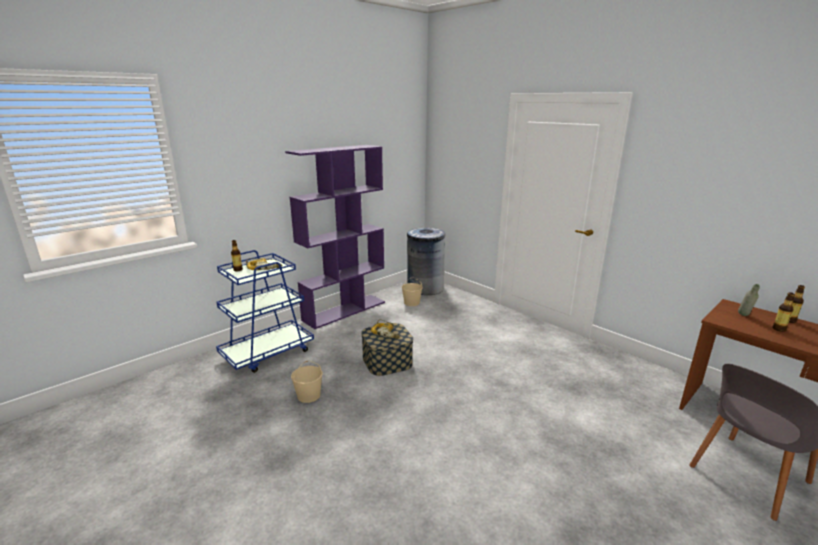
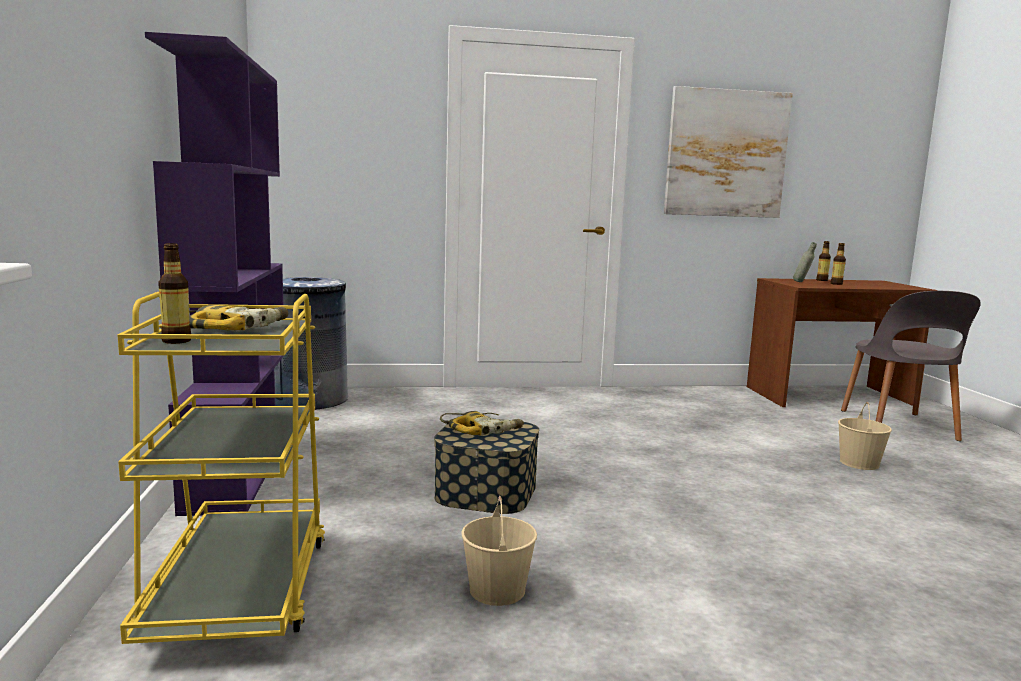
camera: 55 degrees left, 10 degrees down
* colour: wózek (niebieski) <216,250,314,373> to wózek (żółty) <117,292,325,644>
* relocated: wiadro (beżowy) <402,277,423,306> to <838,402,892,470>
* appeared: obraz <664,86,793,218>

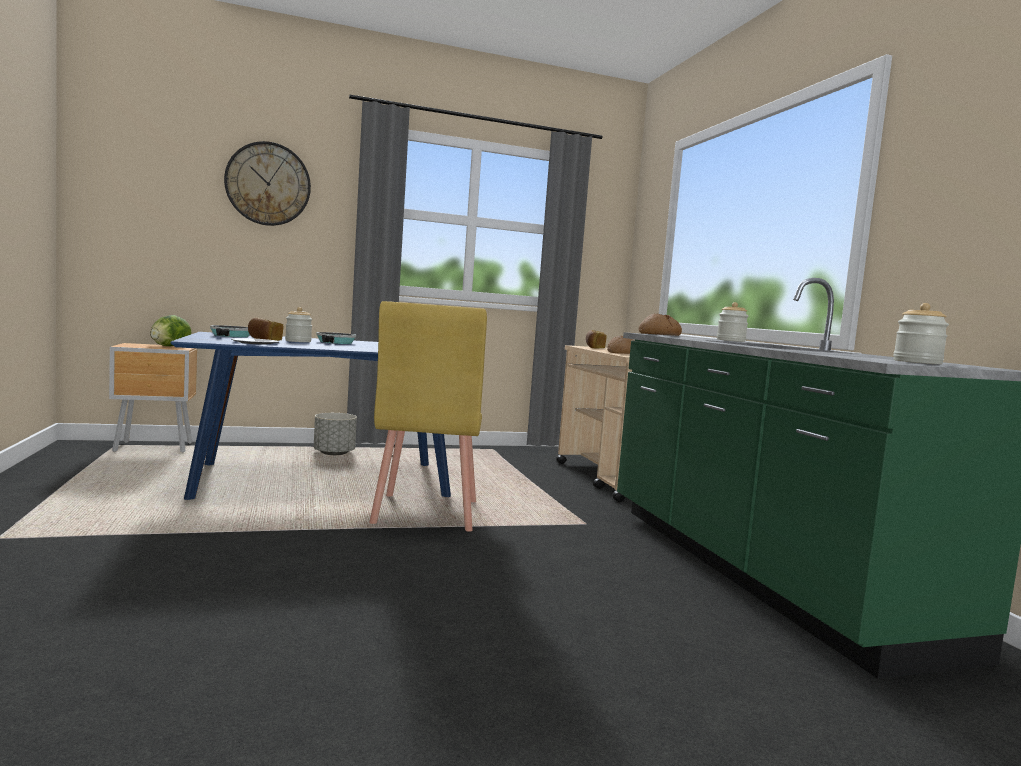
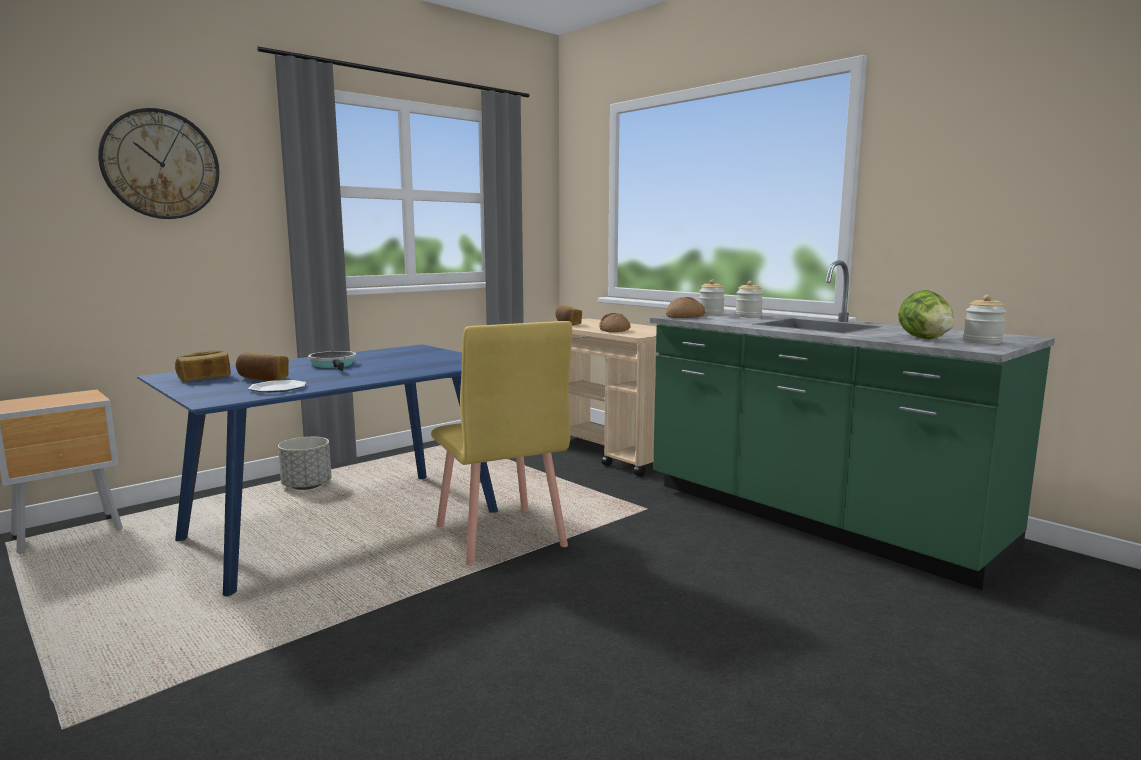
camera: 25 degrees left, 5 degrees up
* relocated: sałata <150,315,191,346> to <898,290,954,339>
* exchanged: patelnia <210,325,250,337> to chleb <175,350,231,381>
* relocated: słoik <285,307,313,342> to <699,280,725,315>

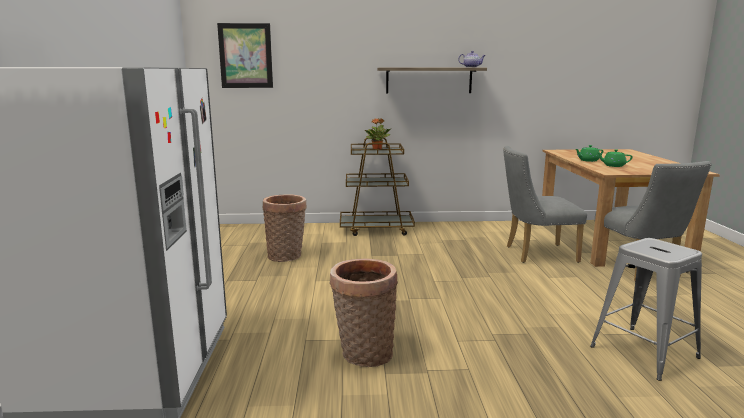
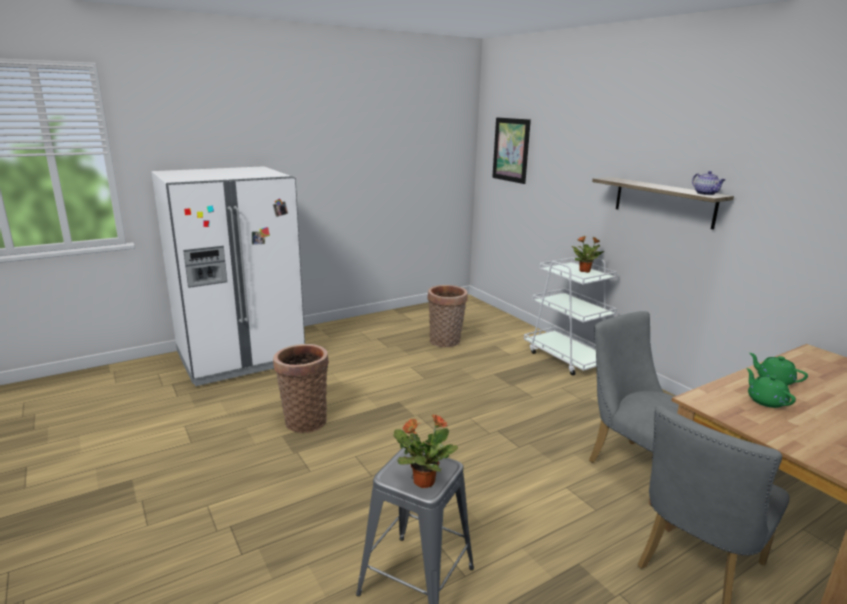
camera: 60 degrees right, 5 degrees up
* colour: wózek (brązowy) <340,138,415,236> to wózek (biały) <524,257,617,376>
* appeared: roślina doniczkowa <394,413,459,488>

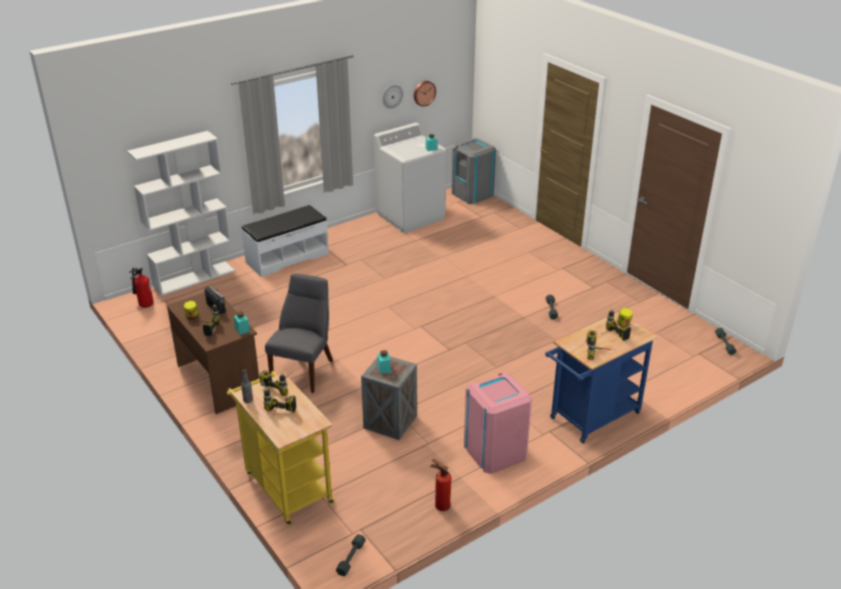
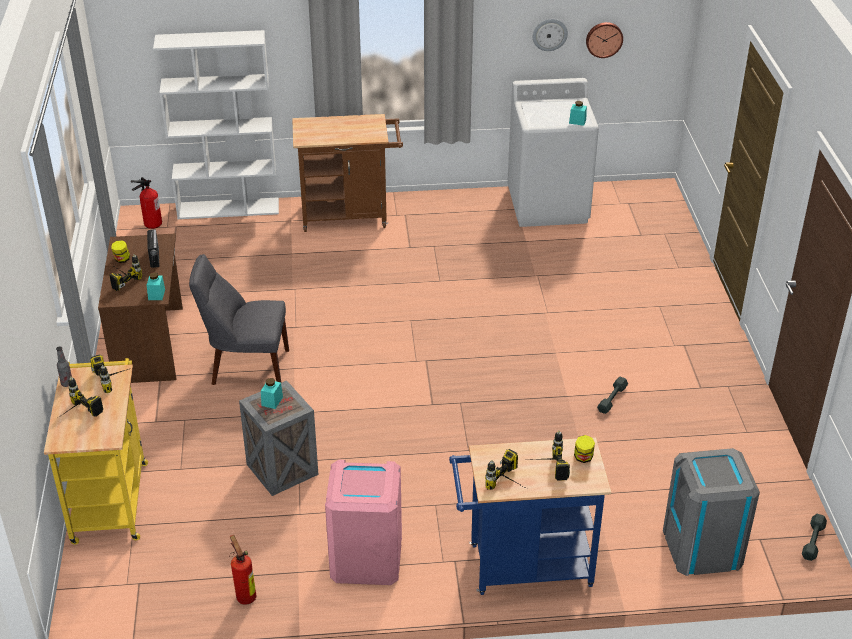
camera: 30 degrees right, 5 degrees up
* exchanged: ławka (biały) <241,205,329,277> to wózek (brązowy) <292,114,403,232>
* spun: krzesło (szary) <265,274,333,393> = <189,254,289,385> 135 degrees counterclockwise
* missing: hantel (szary) <336,534,366,576>
* relocated: kosz na śmieci (szary) <452,138,496,204> to <663,448,760,576>

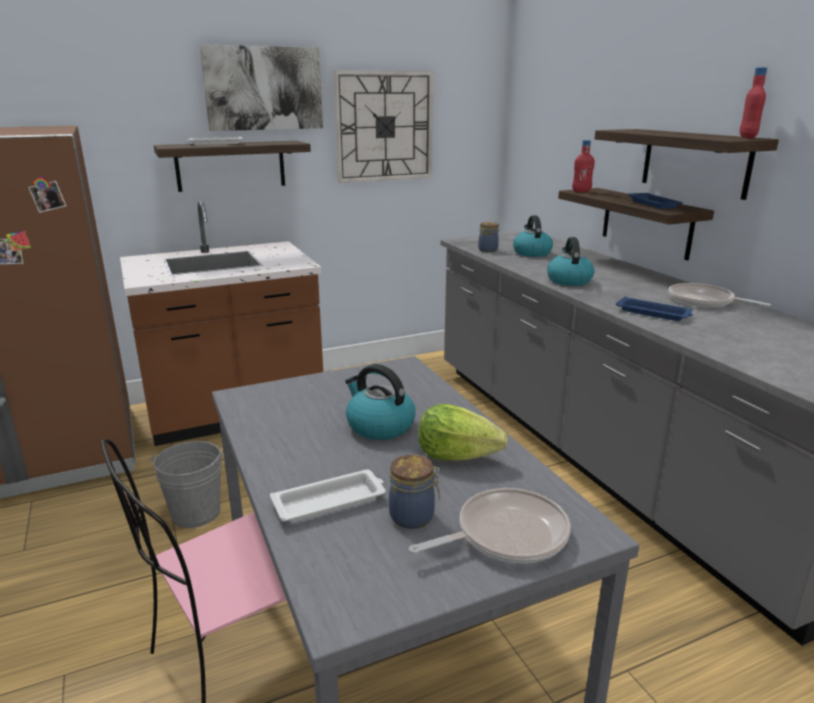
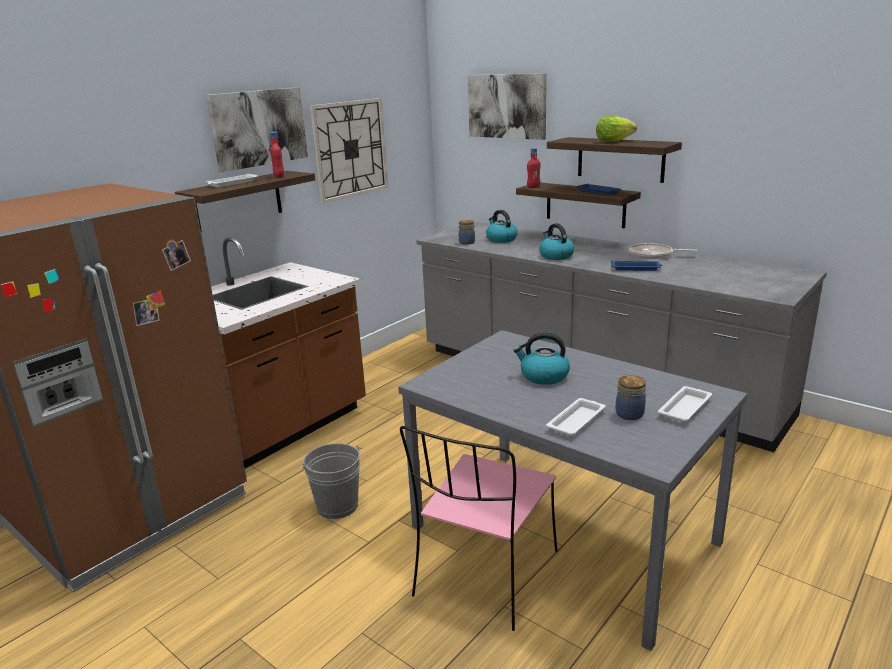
camera: 25 degrees left, 0 degrees up
* exchanged: patelnia <409,488,571,563> to taca (biały) <657,386,712,422>
* relocated: sałata <418,404,508,461> to <596,116,637,142>
* relocated: butelka (czerwony) <739,67,767,138> to <270,132,284,178>
* appeared: obraz <468,73,547,140>

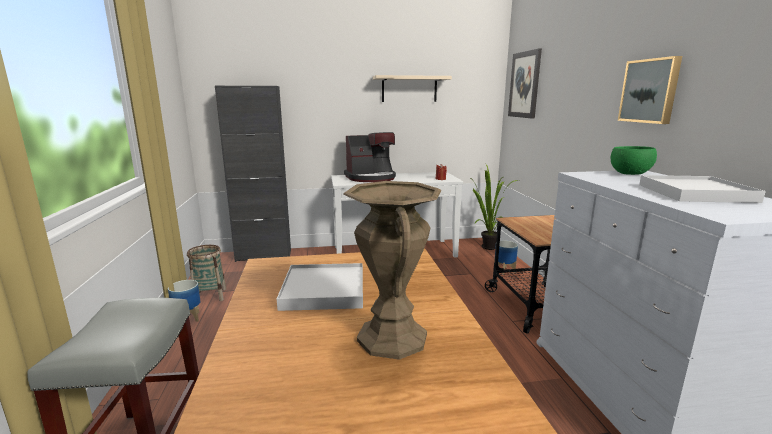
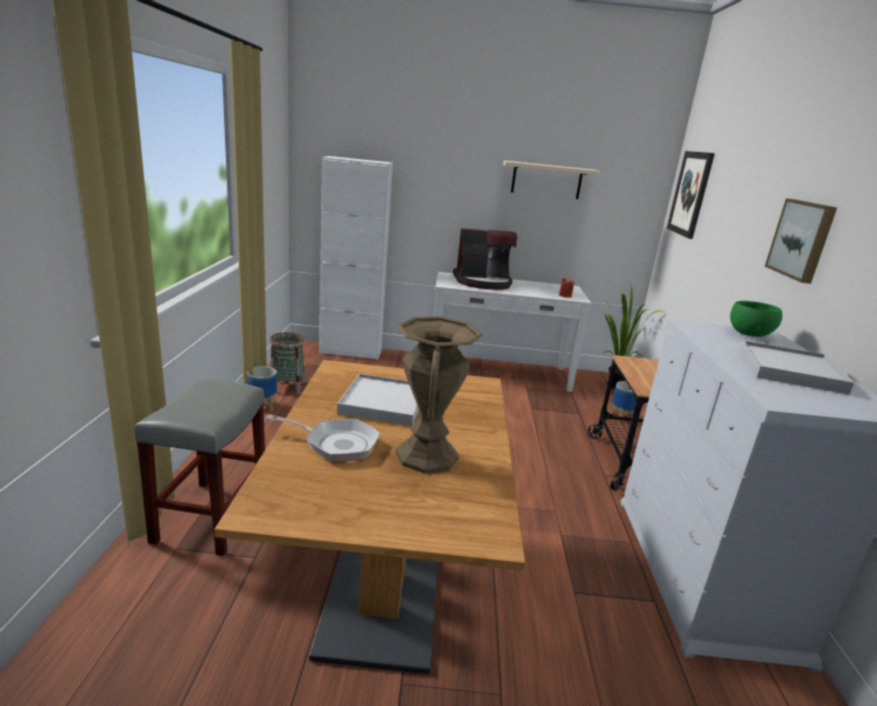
camera: 10 degrees right, 5 degrees up
* colour: szafka (czarny) <215,86,291,262> to szafka (biały) <319,156,393,360>
* appeared: patelnia <266,414,380,462>

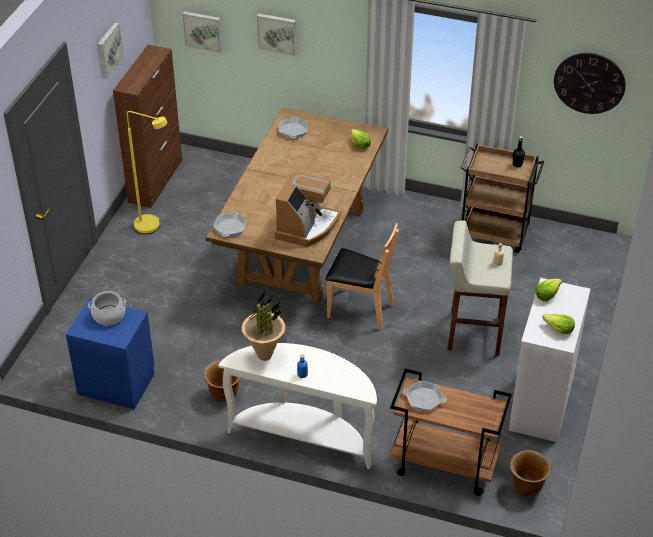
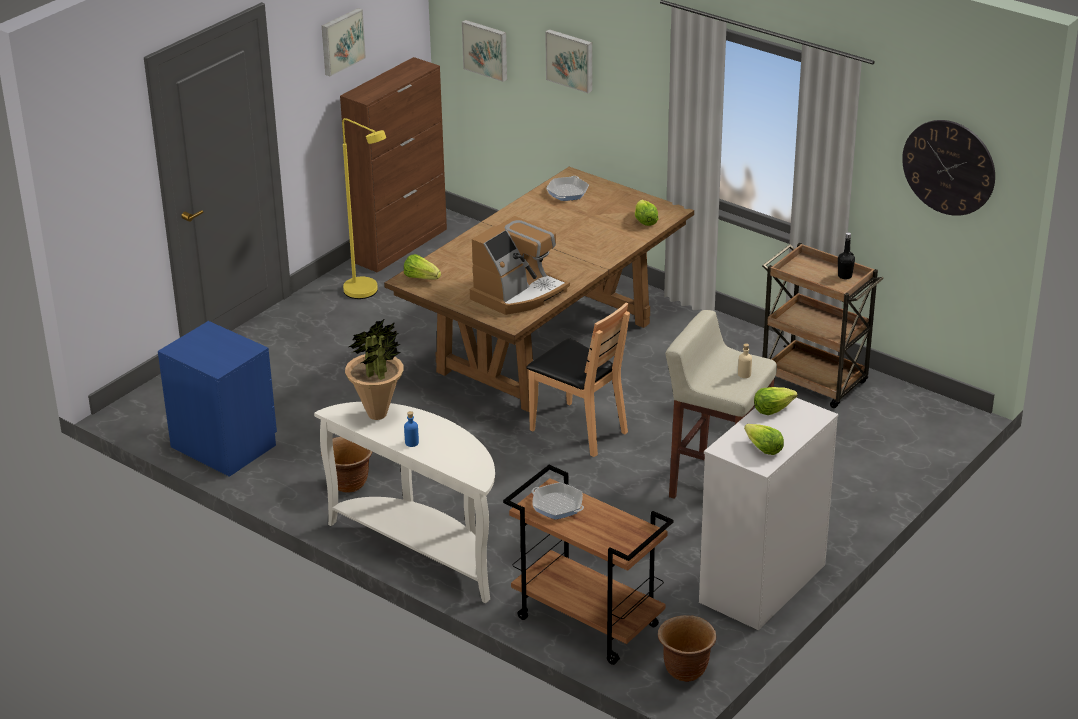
camera: 20 degrees right, 10 degrees down
* missing: garnek <88,291,126,325>
* exchanged: patelnia <213,212,247,237> to sałata <404,254,441,280>

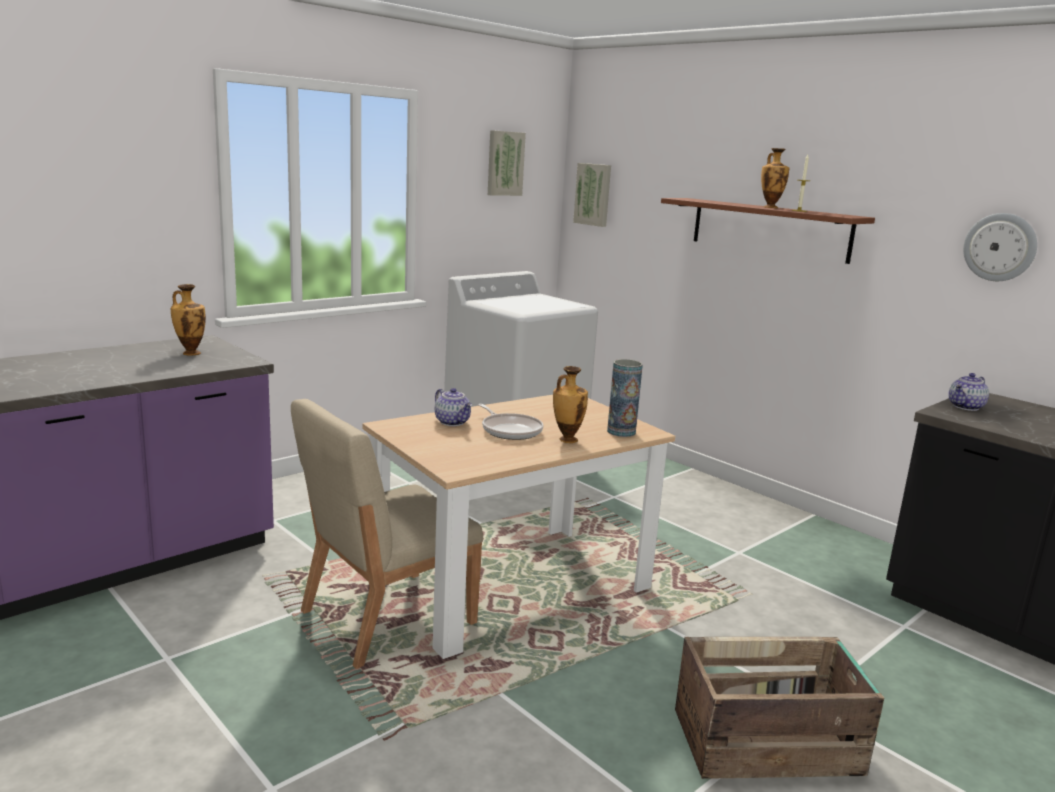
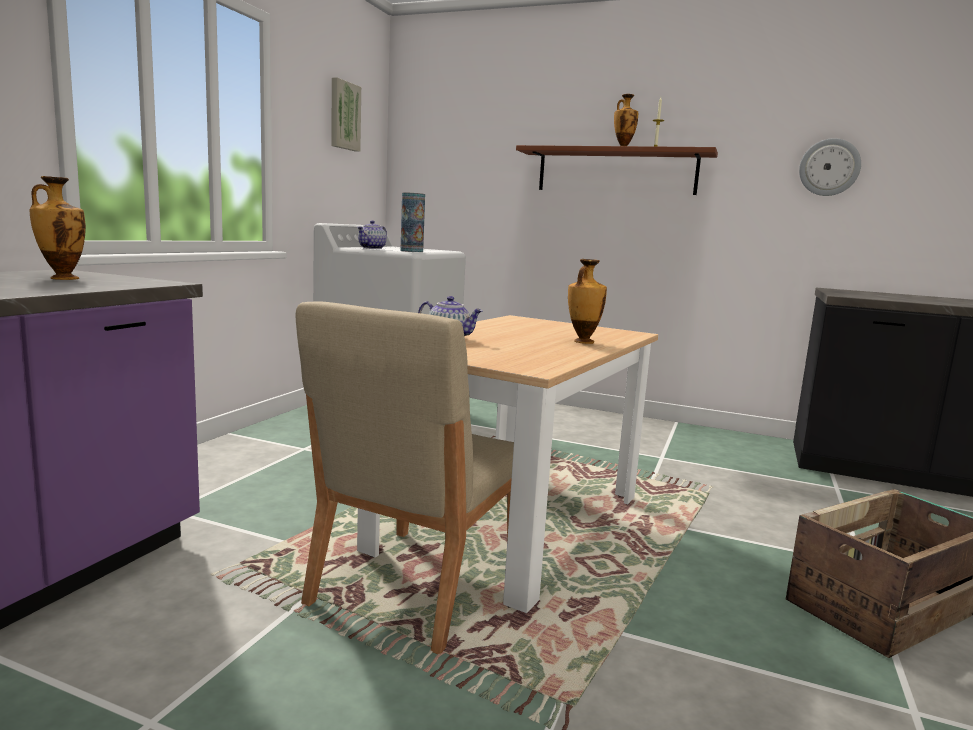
camera: 25 degrees left, 5 degrees down
* missing: patelnia <478,404,544,440>
* missing: obraz <573,163,611,227>
* relocated: wazon <607,359,643,437> to <400,192,425,252>
* relocated: imbryk <949,373,989,411> to <357,220,387,249>

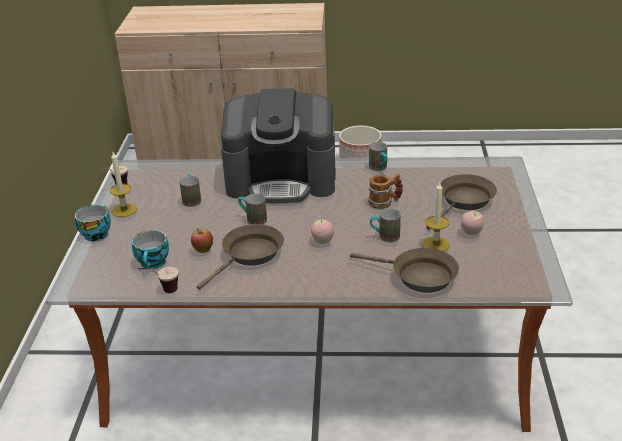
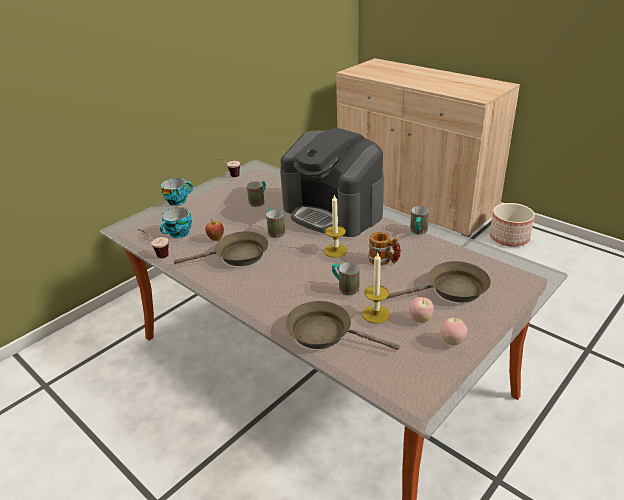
camera: 40 degrees right, 0 degrees up
* relocated: świeca <109,152,137,217> to <324,194,348,258>
* relocated: jabłko <311,219,334,244> to <440,318,467,345>
* spun: patelnia (brązowy) <350,248,459,293> = <285,301,400,350> 135 degrees clockwise

